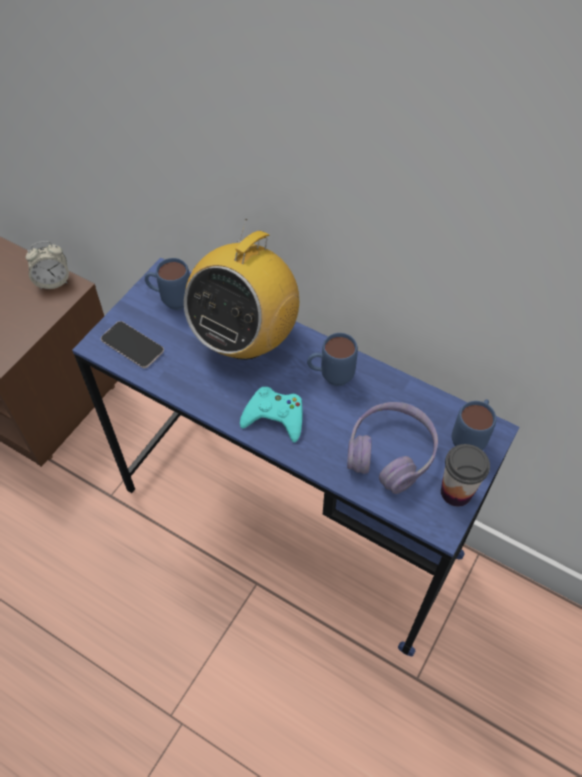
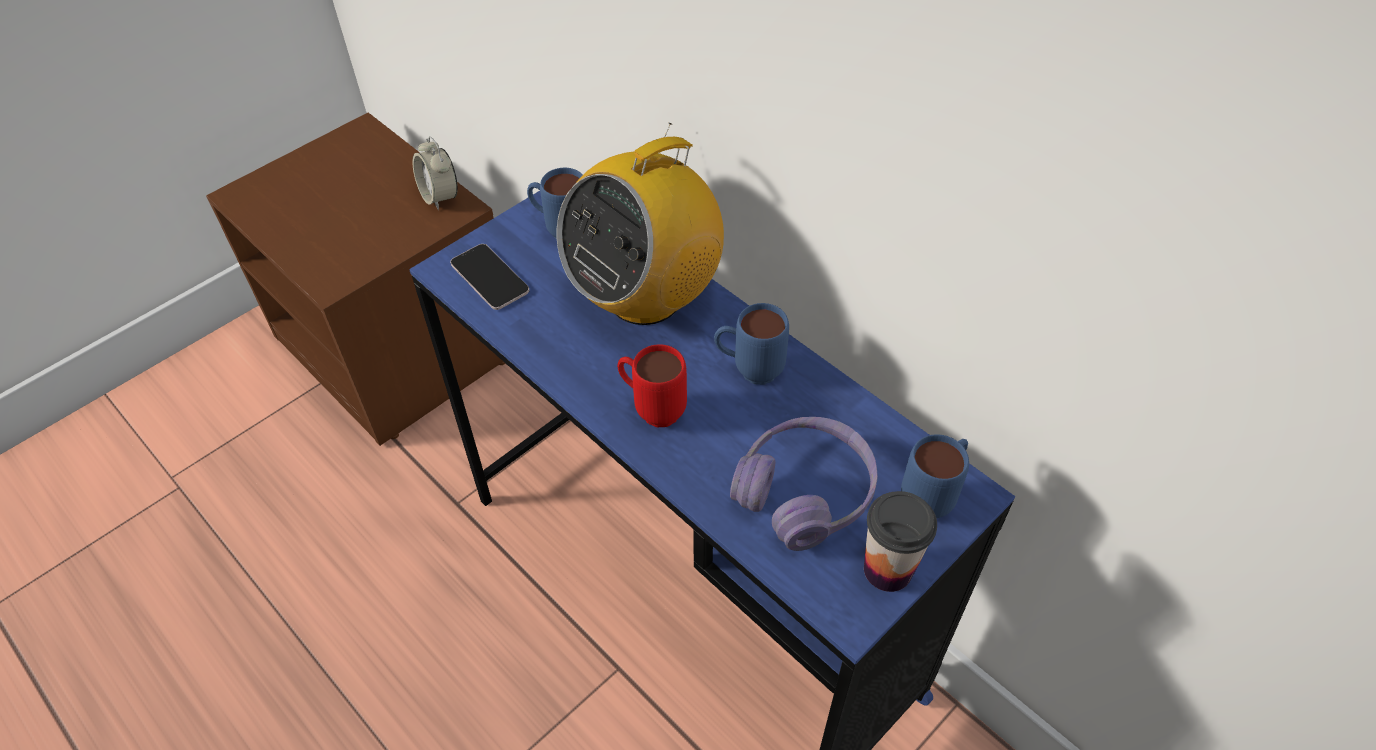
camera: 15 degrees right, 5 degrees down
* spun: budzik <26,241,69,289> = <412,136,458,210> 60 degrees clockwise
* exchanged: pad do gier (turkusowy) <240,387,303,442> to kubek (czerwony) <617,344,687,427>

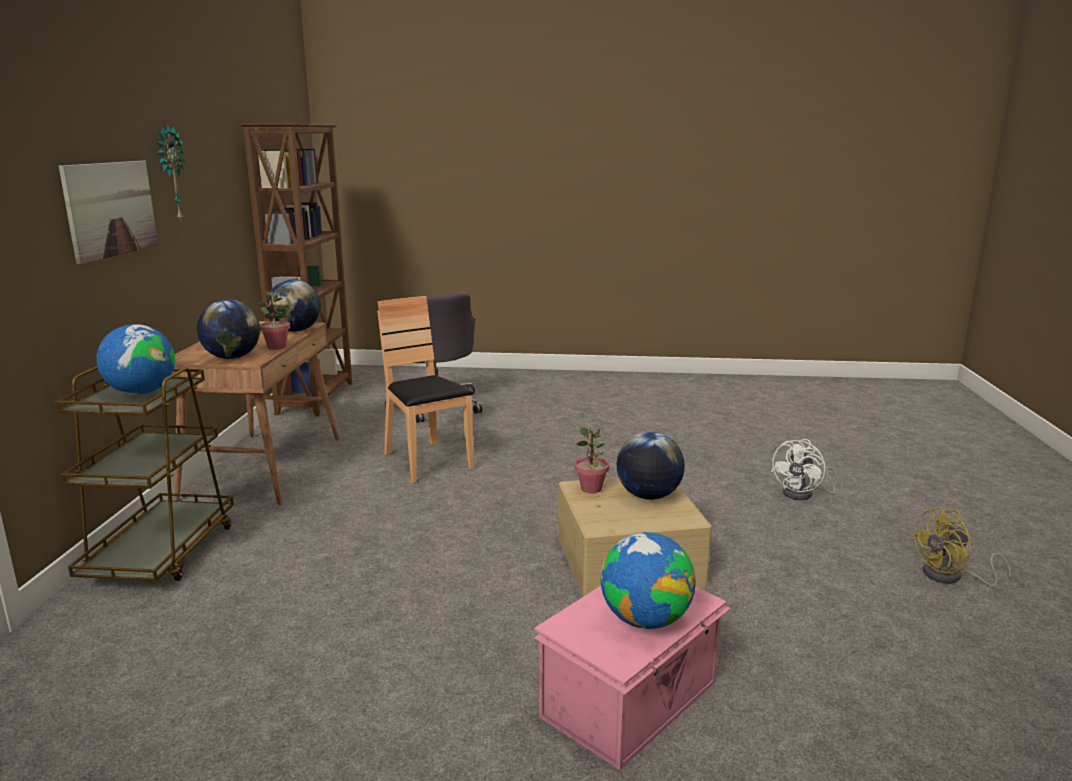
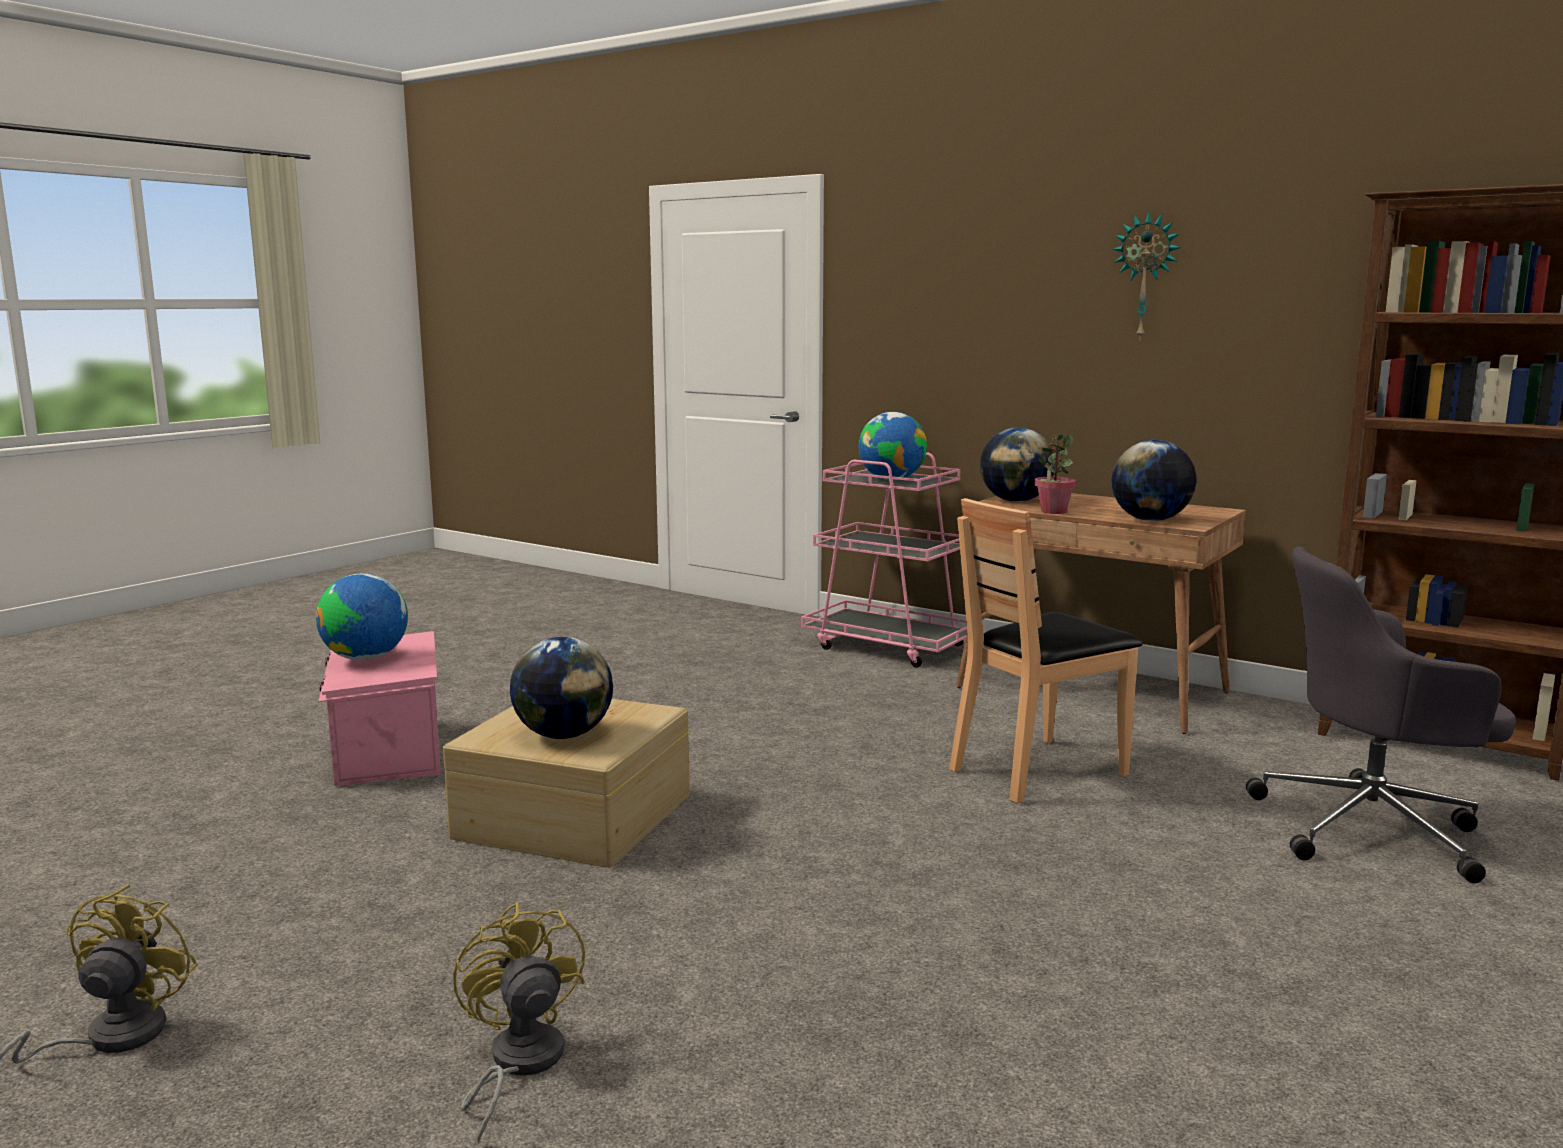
camera: 120 degrees right, 5 degrees down
* colour: wózek (brązowy) <55,366,234,581> to wózek (różowy) <801,452,967,668>
* missing: obraz <59,161,158,264>
* spun: krzesło (brązowy) <377,296,474,483> = <949,498,1143,804> 150 degrees clockwise
* missing: roślina doniczkowa <575,427,609,493>
* colour: wentylator (biały) <771,439,839,500> to wentylator (żółty) <453,902,585,1143>

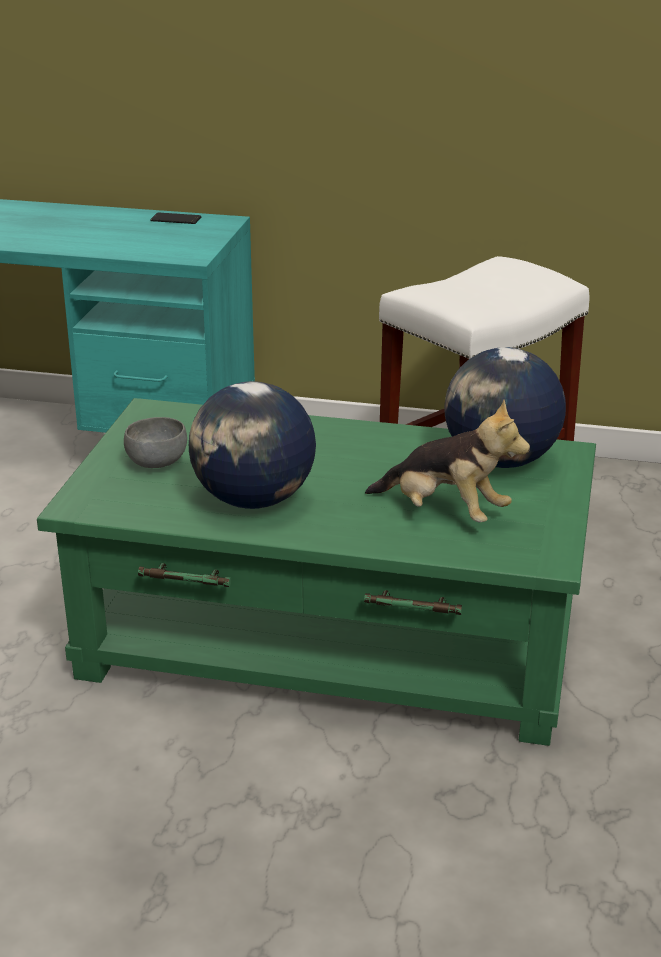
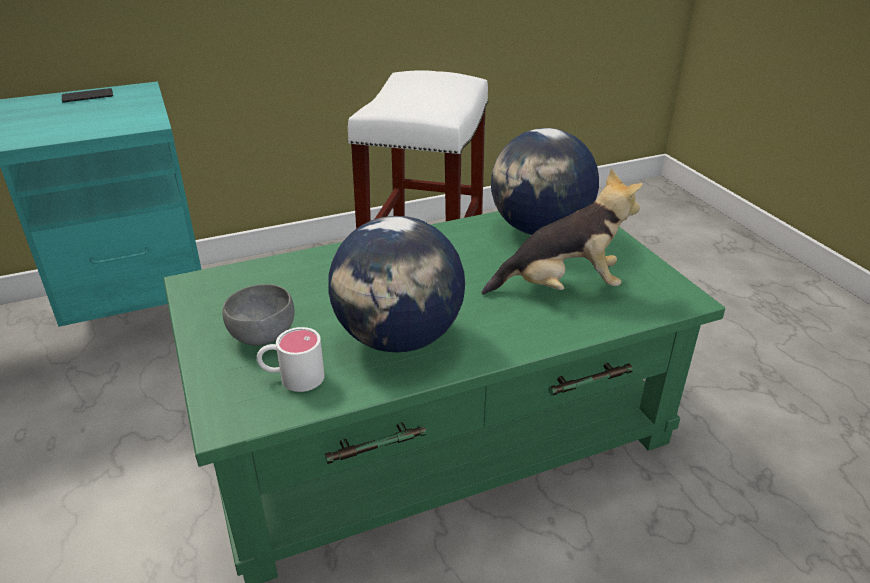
camera: 35 degrees left, 5 degrees up
* appeared: kubek (biały) <257,327,325,392>

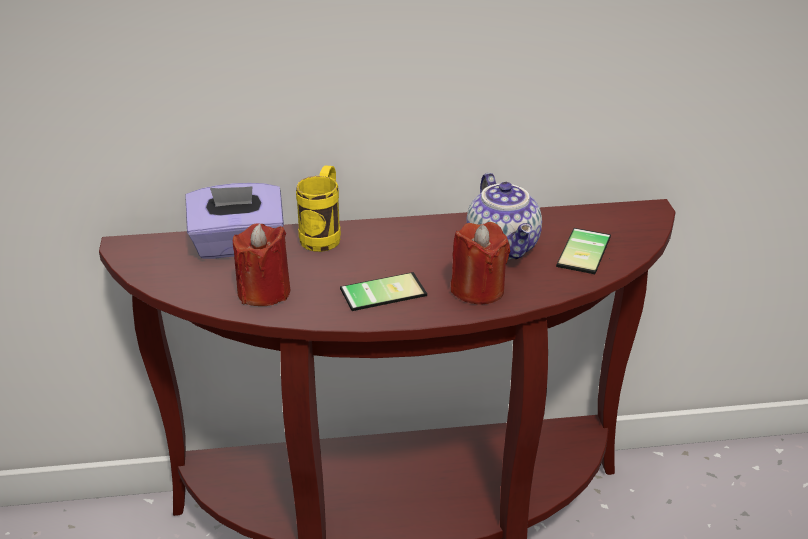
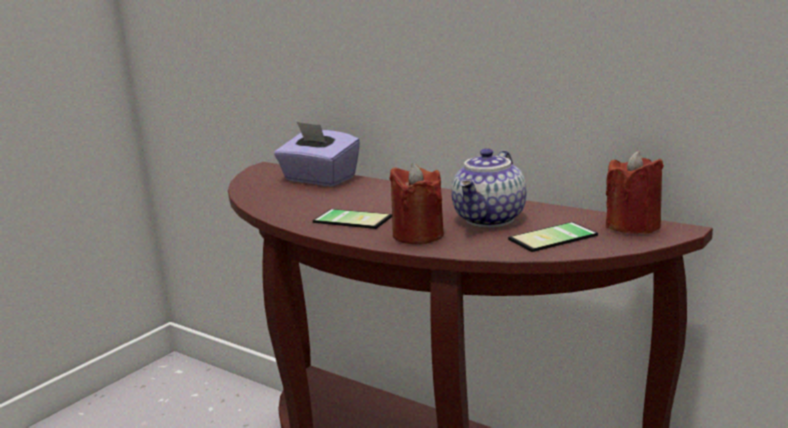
camera: 45 degrees right, 15 degrees down
* relocated: świeca (czerwony) <233,223,291,306> to <606,151,664,234>
* missing: kubek (żółty) <296,165,341,252>

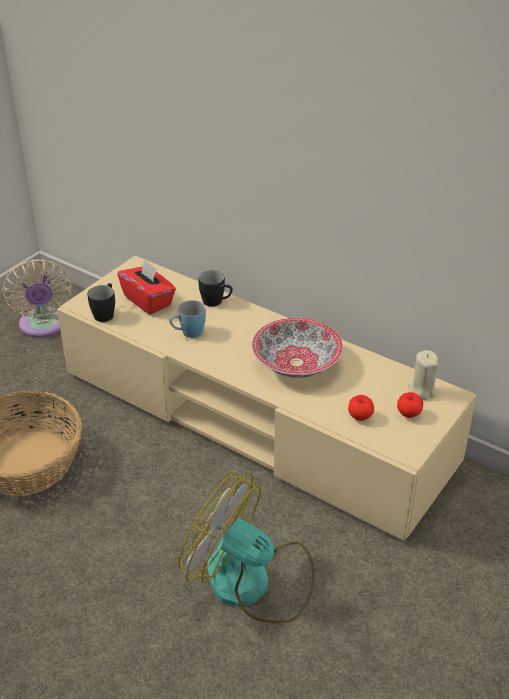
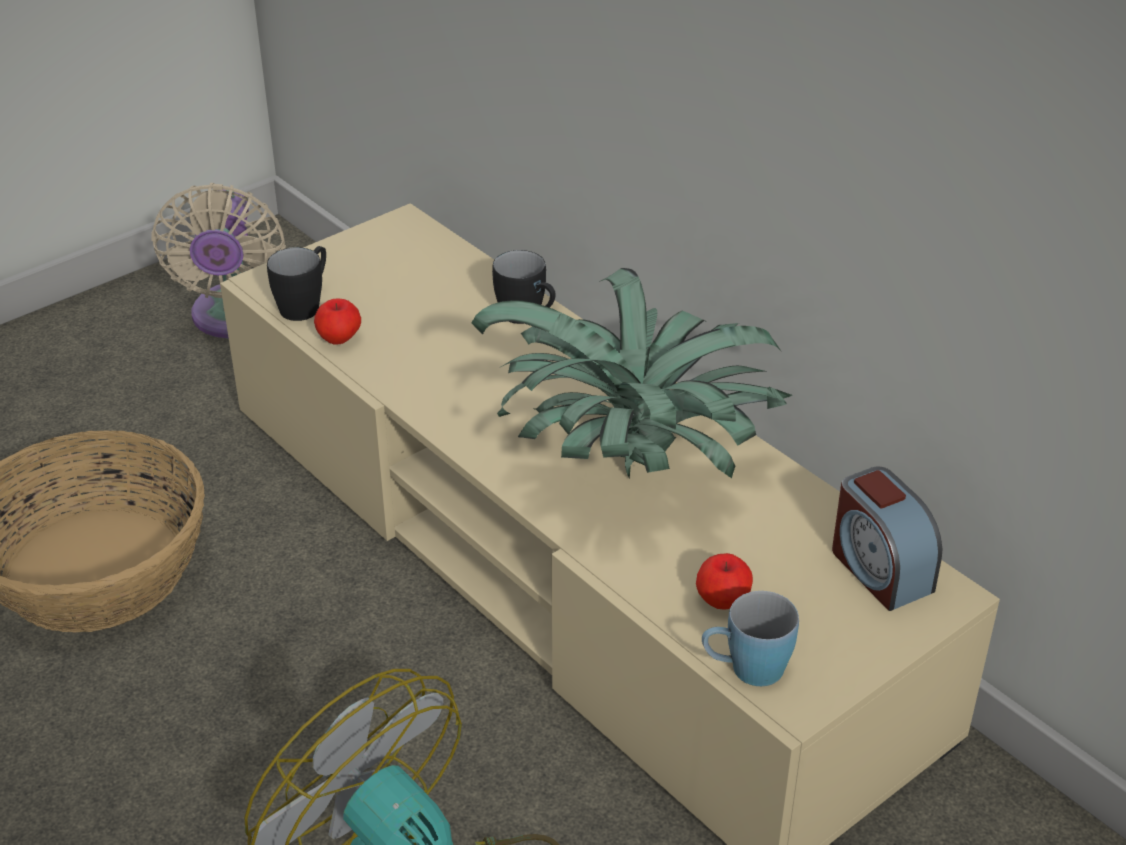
camera: 15 degrees right, 0 degrees up
* missing: pudełko chusteczek (czerwony) <117,259,176,315>
* relocated: kubek (niebieski) <169,300,206,338> to <702,591,799,686>
* exchanged: miska <252,318,343,378> to roślina doniczkowa <471,268,792,479>
* relocated: jabłko <397,392,423,418> to <314,298,361,345>
* exchanged: świeca (beżowy) <408,350,438,400> to budzik <832,466,942,611>

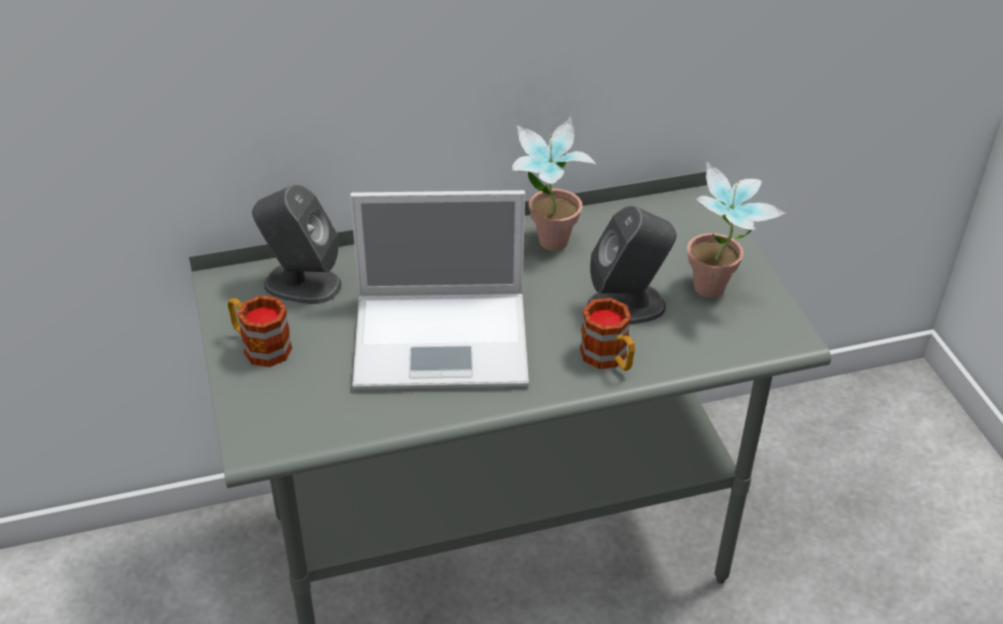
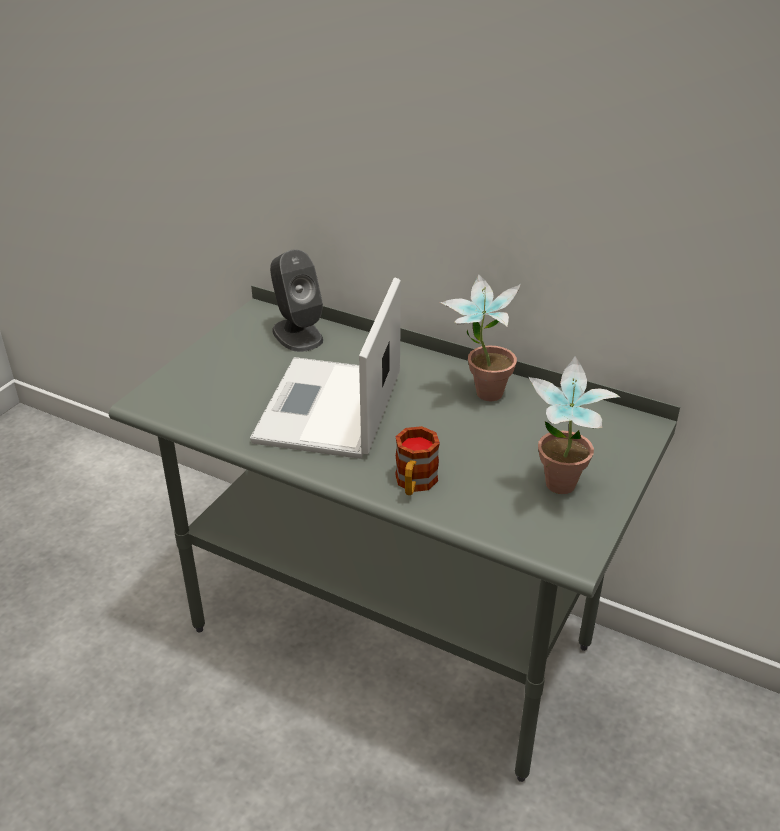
camera: 45 degrees right, 5 degrees down
* missing: kubek <228,295,292,367>
* spun: laptop <350,190,529,390> = <250,278,401,459> 60 degrees clockwise
* missing: głośnik (szary) <587,205,677,325>

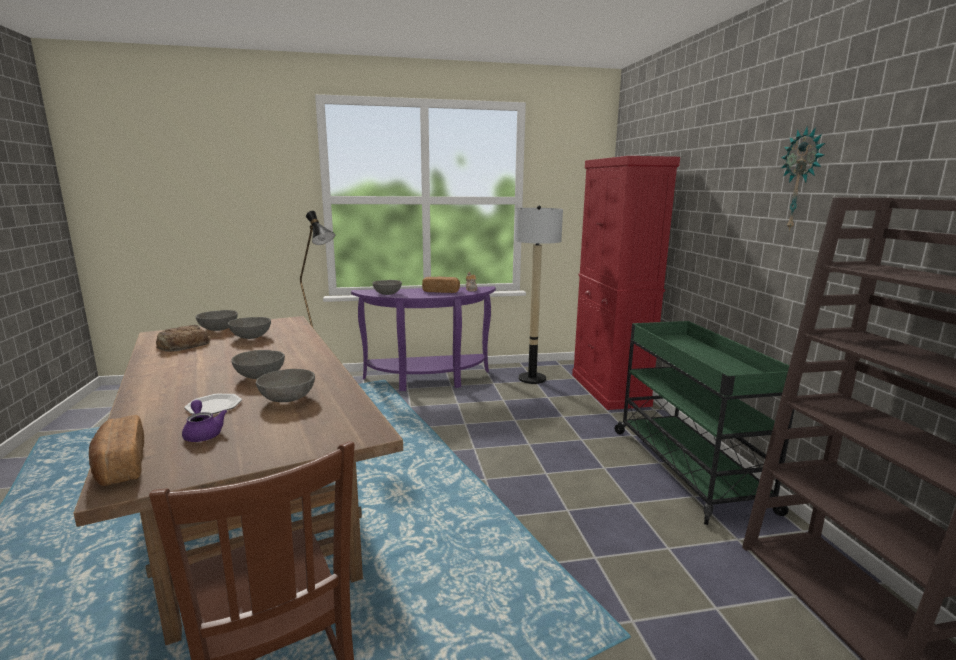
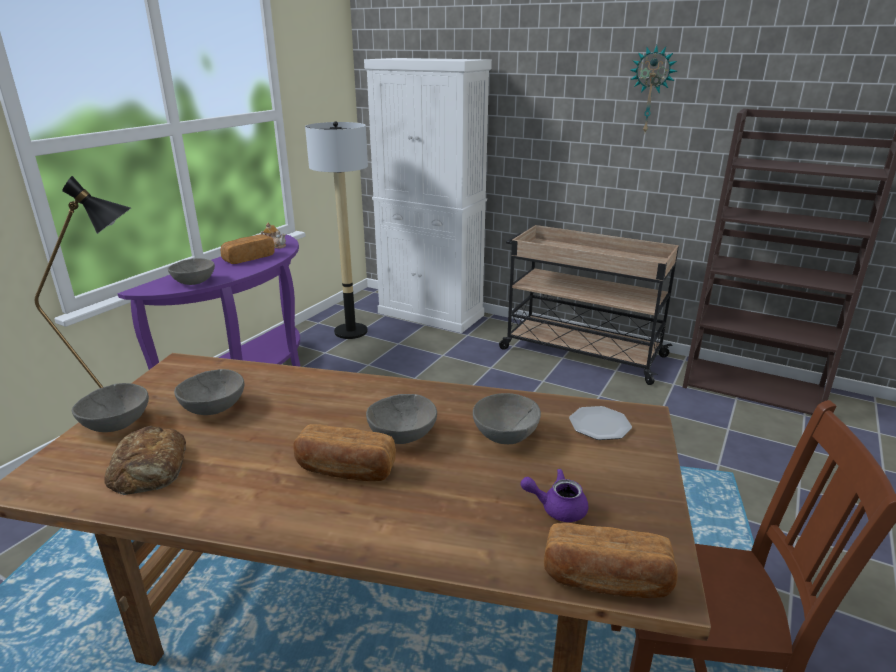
camera: 50 degrees left, 10 degrees up
* relocated: talerz <184,394,242,414> to <569,406,632,440>
* colour: szafka (czerwony) <572,156,680,410> to szafka (biały) <364,58,492,333>
* colour: wózek (zielony) <615,321,799,525> to wózek (beżowy) <499,225,679,385>
* appeared: chleb <293,424,396,482>

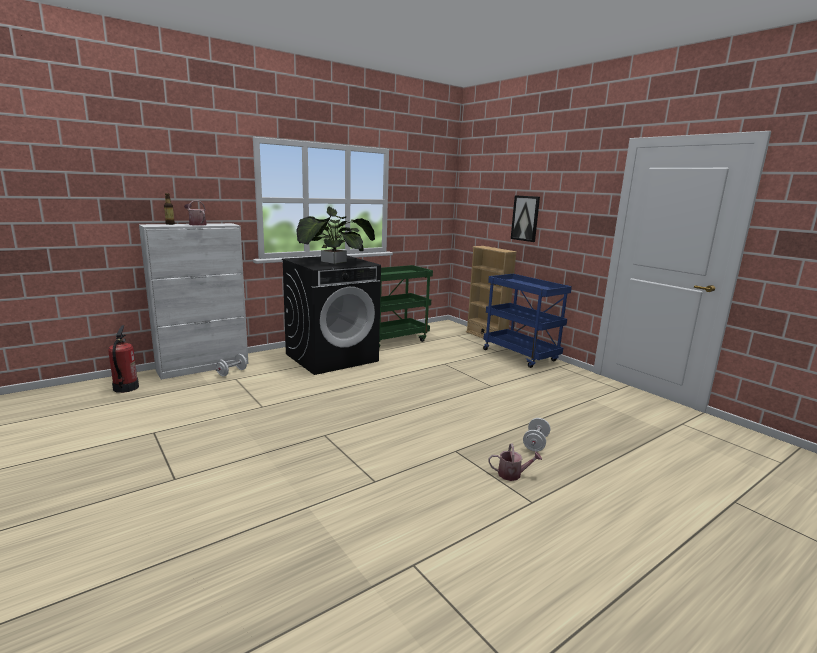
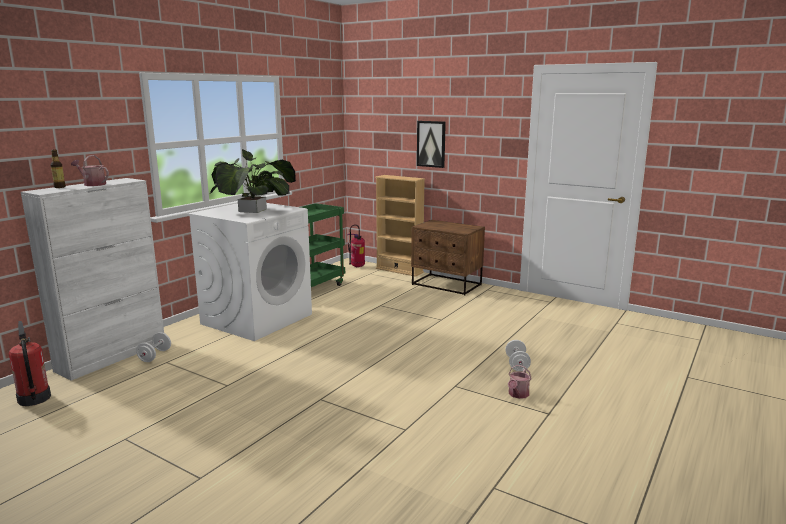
camera: 20 degrees left, 0 degrees up
* colour: pralka (czarny) <282,256,381,375> to pralka (biały) <187,203,312,341>
* exchanged: wózek (niebieski) <483,274,572,368> to szafka nocna (brązowy) <411,220,485,295>
* spun: konewka <488,443,542,481> = <508,365,532,399> 135 degrees clockwise
* appeared: gaśnica <347,224,365,268>

